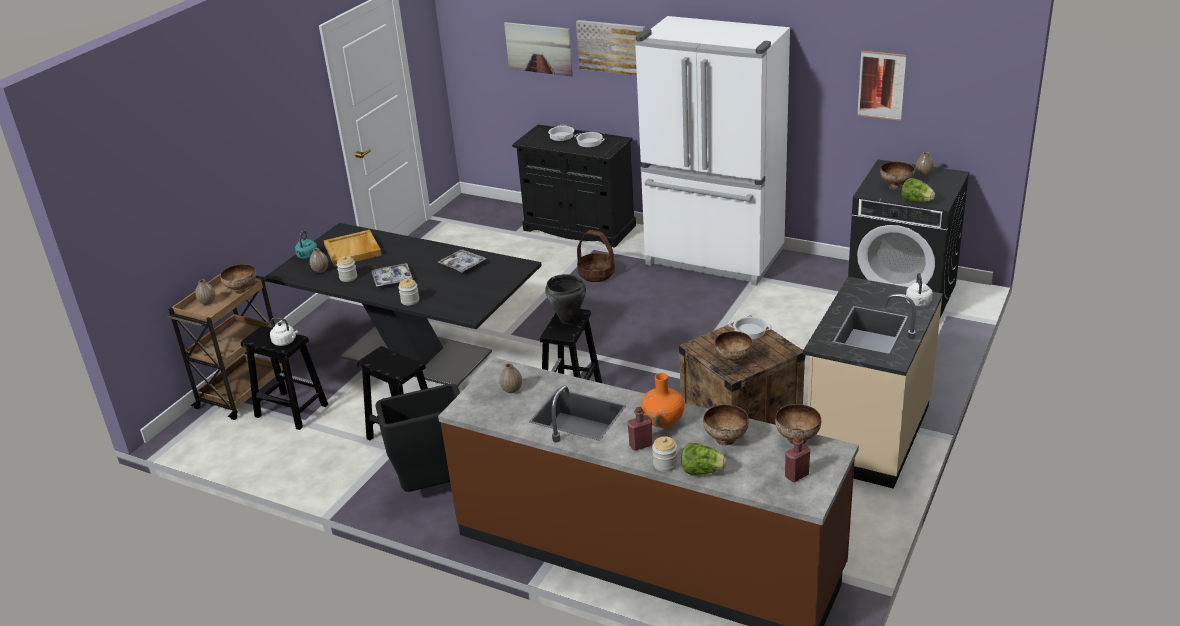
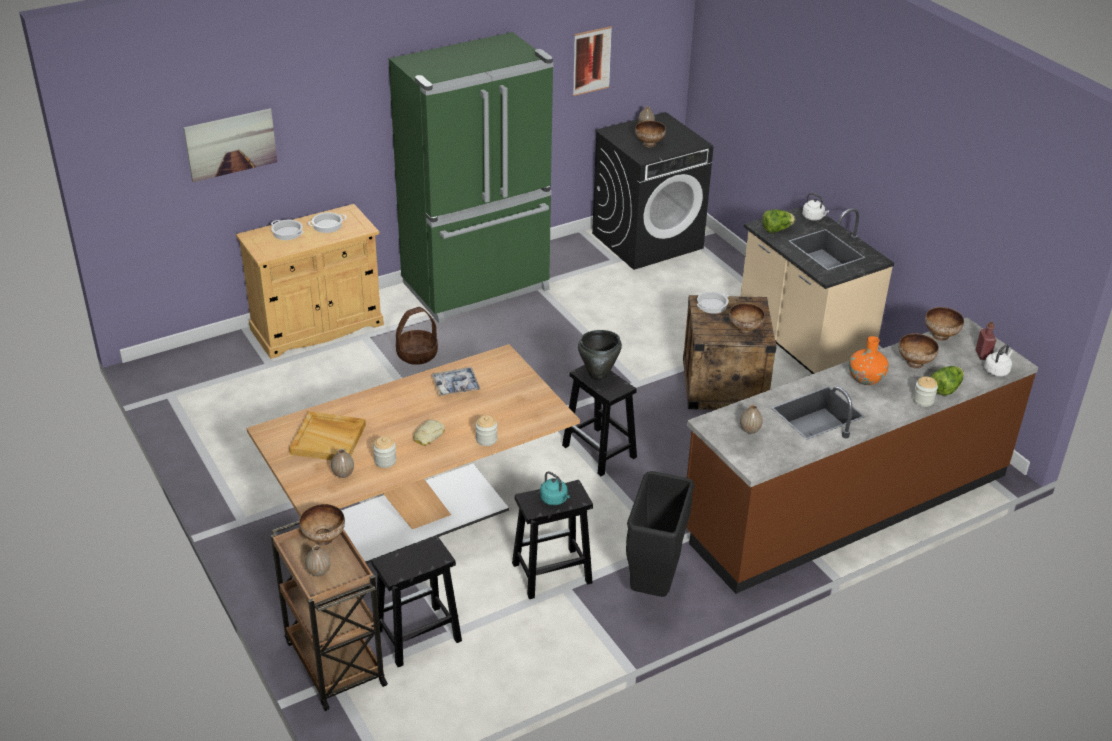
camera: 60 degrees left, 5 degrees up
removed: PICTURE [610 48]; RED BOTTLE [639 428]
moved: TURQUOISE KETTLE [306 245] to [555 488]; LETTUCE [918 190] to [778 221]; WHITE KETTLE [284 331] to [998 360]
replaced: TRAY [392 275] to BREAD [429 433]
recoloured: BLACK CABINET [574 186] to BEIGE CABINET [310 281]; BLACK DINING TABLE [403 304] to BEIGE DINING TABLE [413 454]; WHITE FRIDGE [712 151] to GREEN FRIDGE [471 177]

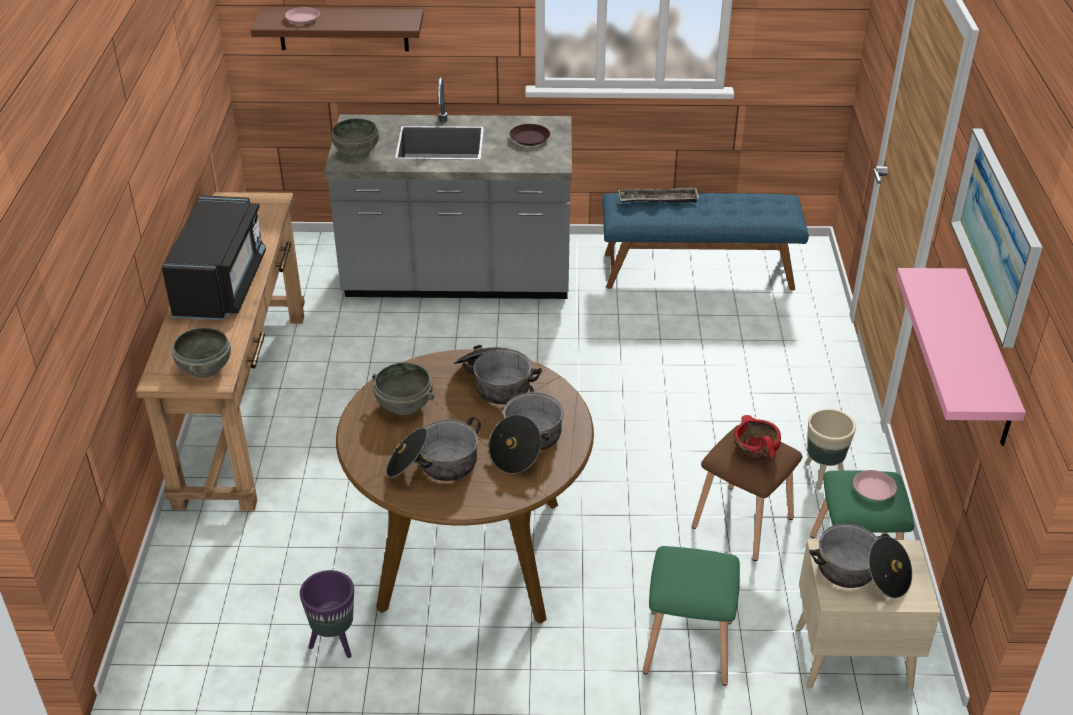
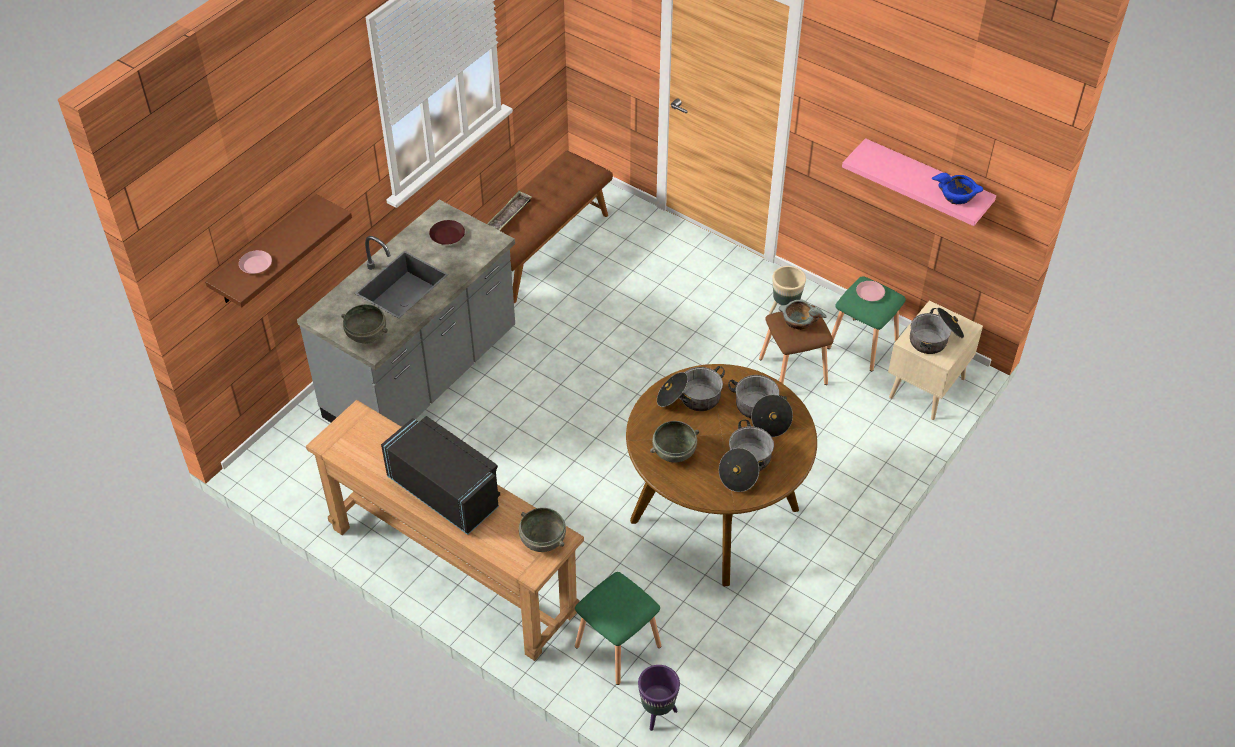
camera: 55 degrees left, 10 degrees up
removed: PICTURE [996 238]
added: BLUE BOWL [957 188]
moved: GREEN STOOL [691 616] to [618 628]; PURPLE PLANTER [327 614] to [659 698]
recoloured: BLUE BENCH [705 242] to BROWN BENCH [548 227]; RED BOWL [757 437] to GREY BOWL [802 315]

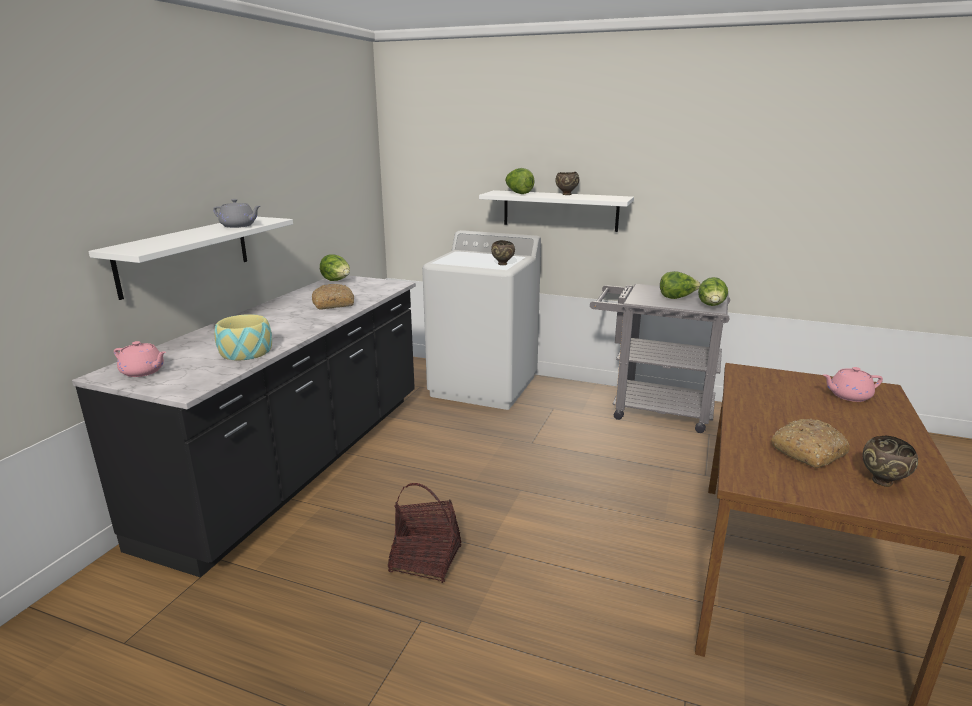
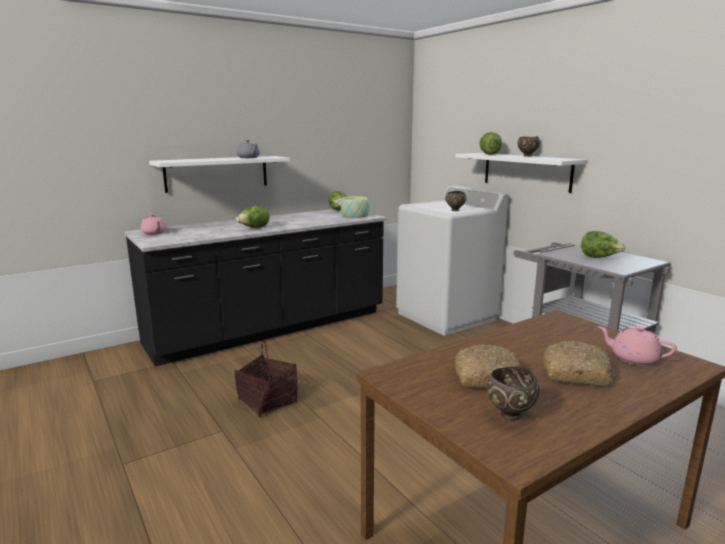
camera: 35 degrees right, 5 degrees down
moved: LETTUCE [713 291] to [253 216]; BOWL [243 337] to [355 207]; BREAD [333 296] to [578 364]

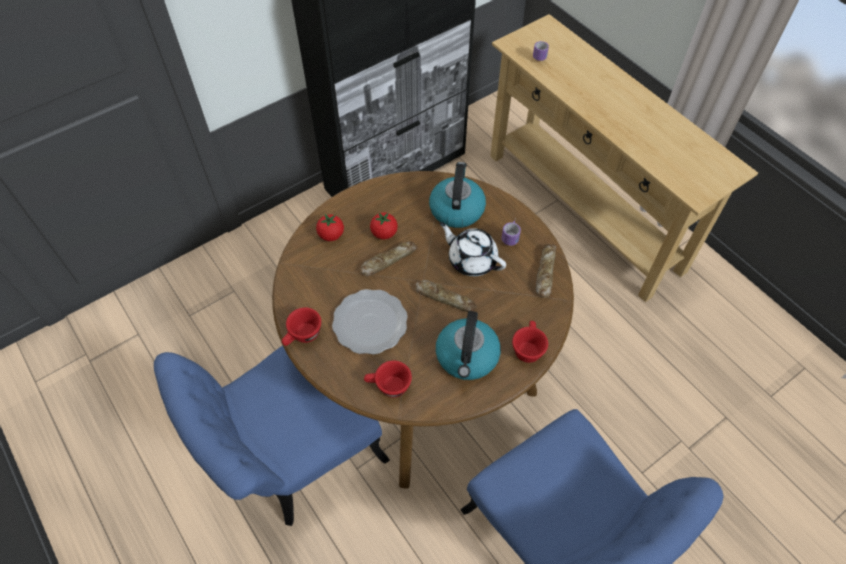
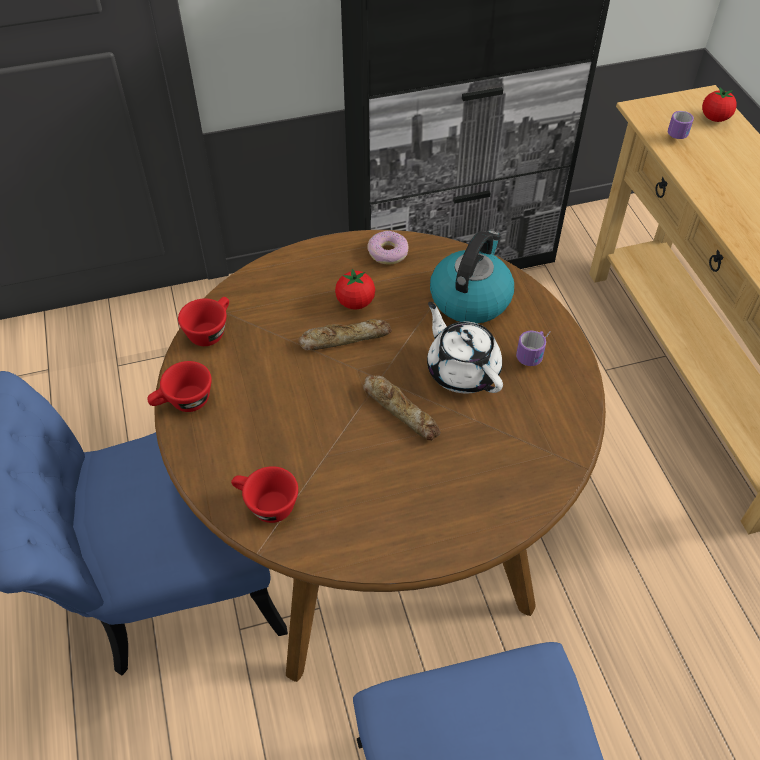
camera: 20 degrees right, 5 degrees down
removed: PLATE [370 322]; KETTLE [468 345]; BREAD [546 271]
added: DONUT [387 247]
moved: RED CUP [530 342] to [203 321]; TOMATO [330 227] to [719 104]

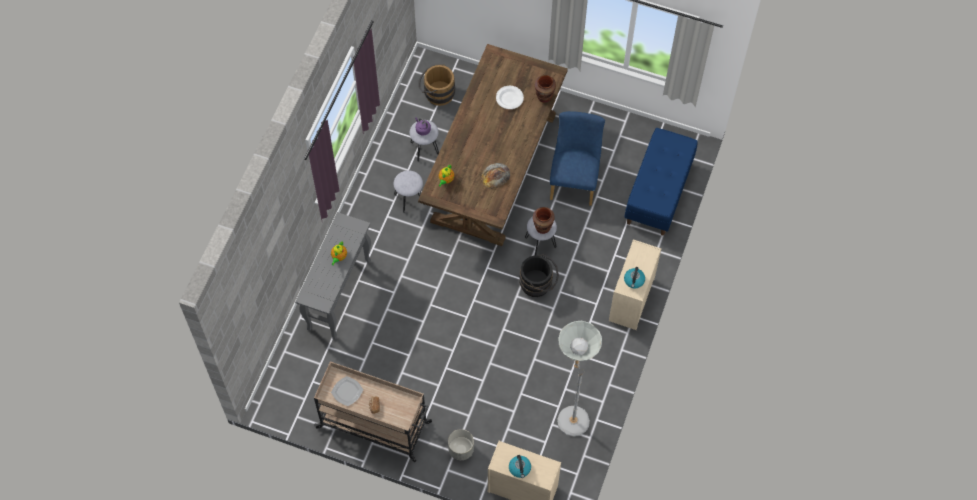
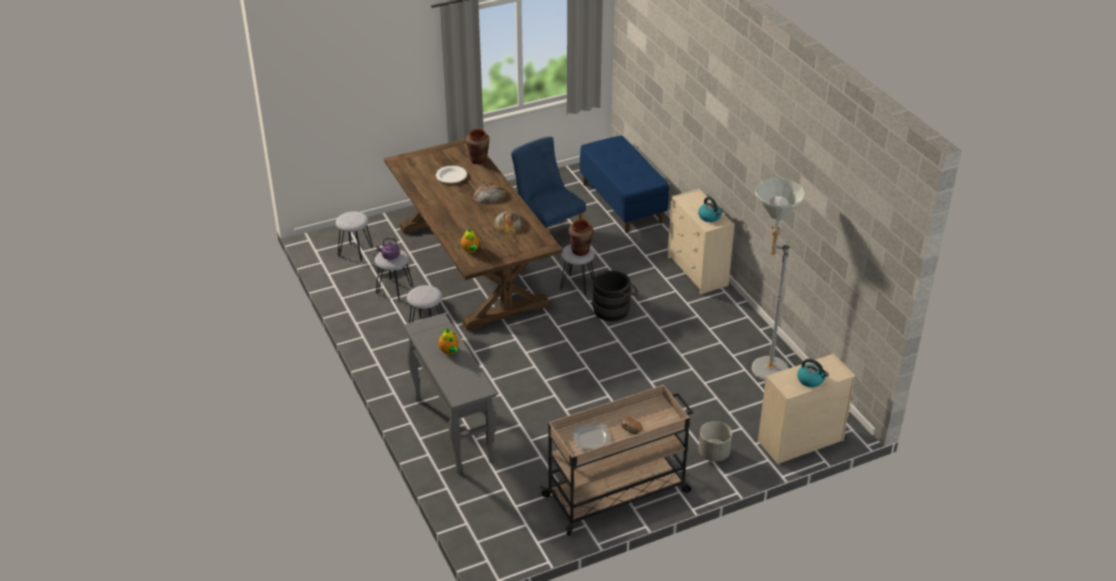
camera: 45 degrees left, 25 degrees down
added: BREAD [490 193]
replaced: BROWN BUCKET [436 85] to GREY STOOL [354 236]

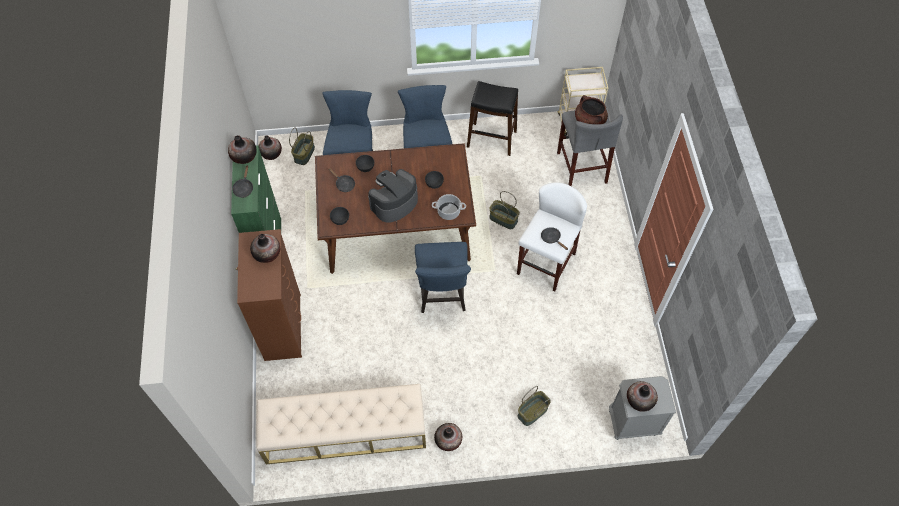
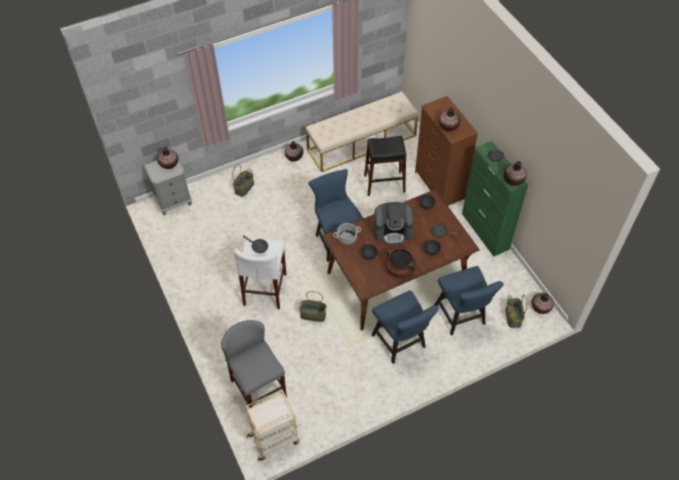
camera: 160 degrees right, 5 degrees down
moved: BLACK STOOL [492 118] to [385 166]; BROWN COOKING POT [591 109] to [400 263]
turned: COFFEE MACHINE [393 196] = [393 223] 60 degrees clockwise

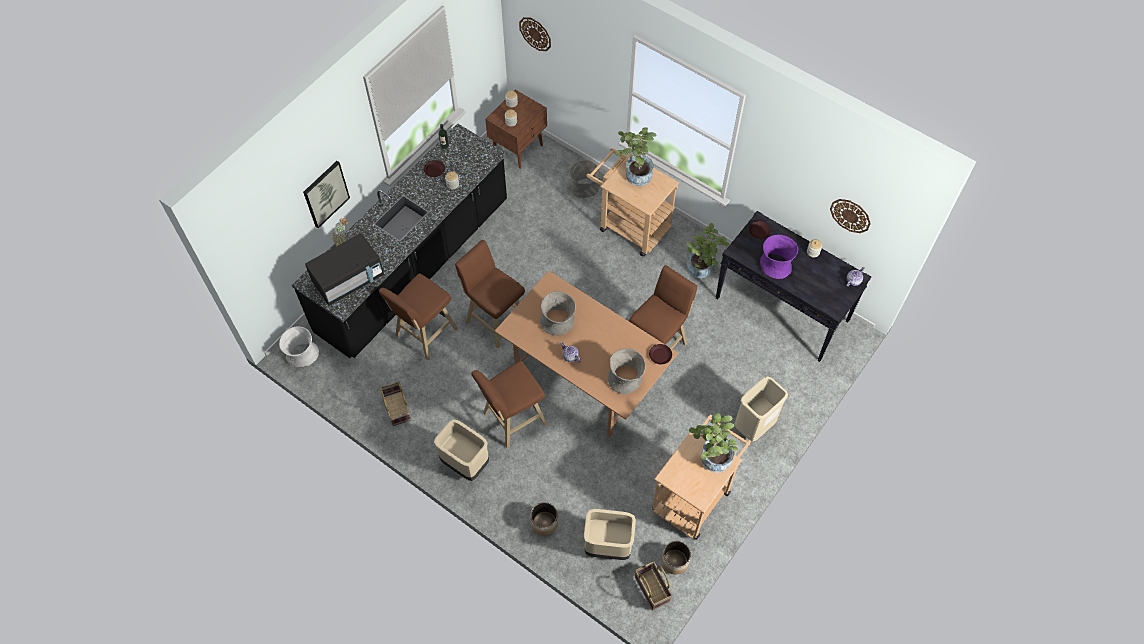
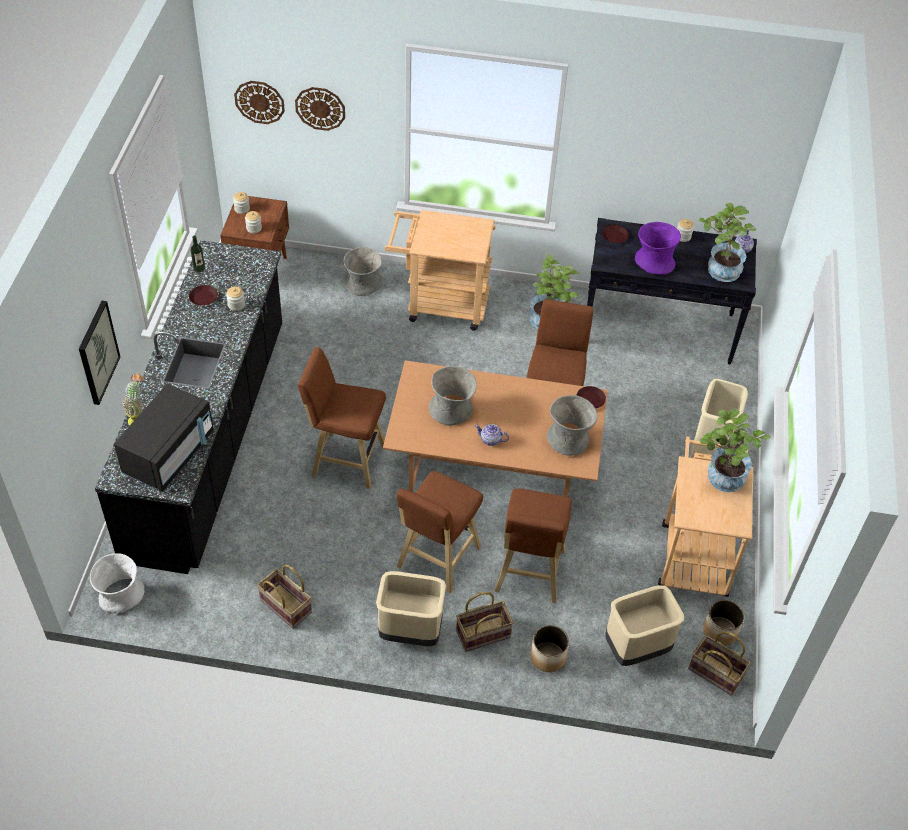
camera: 30 degrees left, 10 degrees down
added: BASKET [484 622]
moved: WALL CLOCK [850 216] to [320 109]; BROWN STOOL [418 316] to [533 545]; POTTED PLANT [636 156] to [727 242]

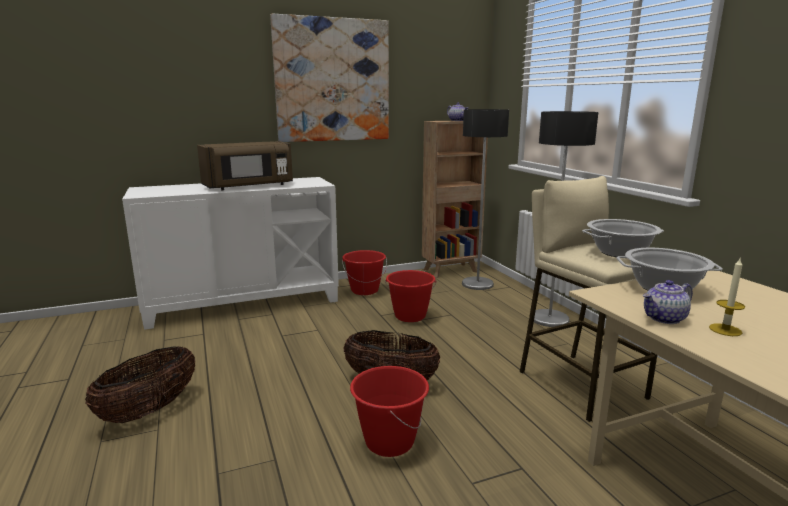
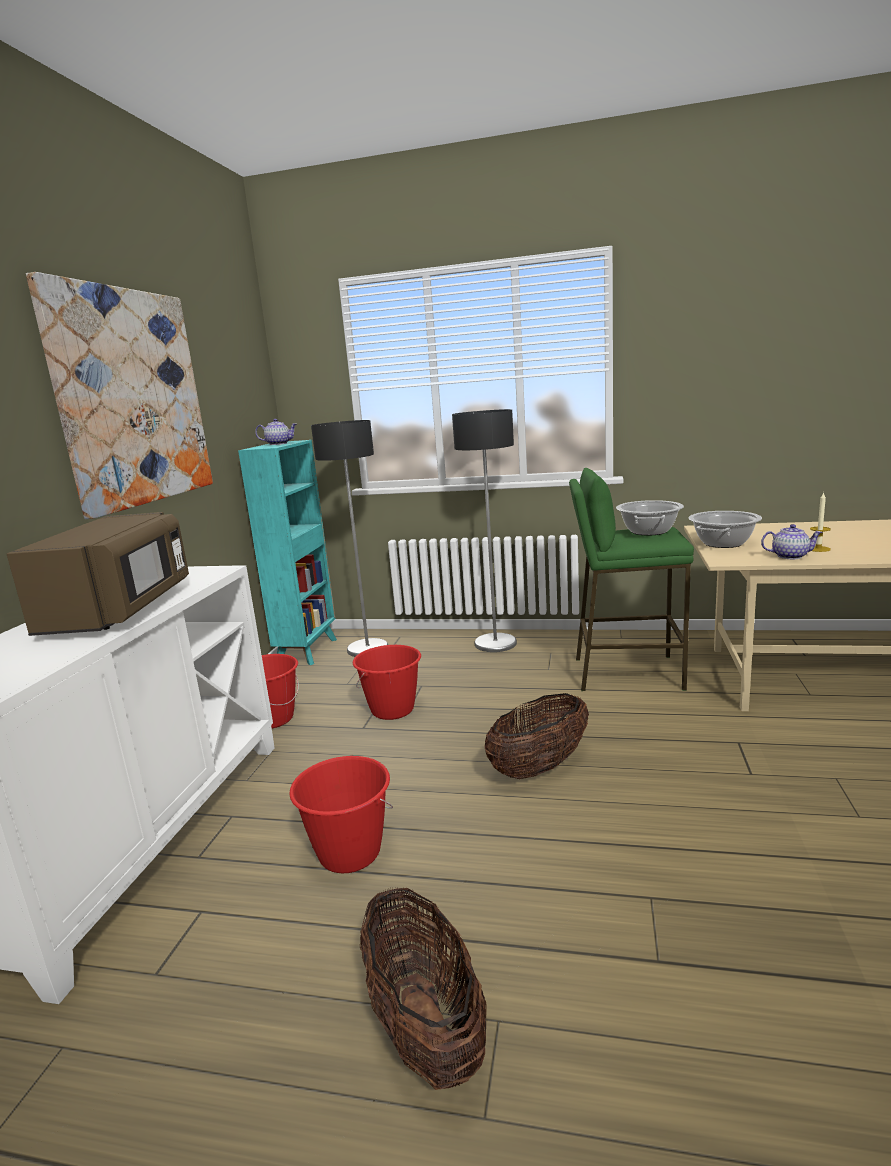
camera: 55 degrees left, 0 degrees up
moved: RED BUCKET [389 411] to [341 814]
recoloured: BROWN BOOKCASE [455 199] to TURQUOISE BOOKCASE [287 552]; BEIGE STOOL [588 299] to GREEN STOOL [631 579]
turned: TEAPOT [668 302] = [792 541] 90 degrees counterclockwise

